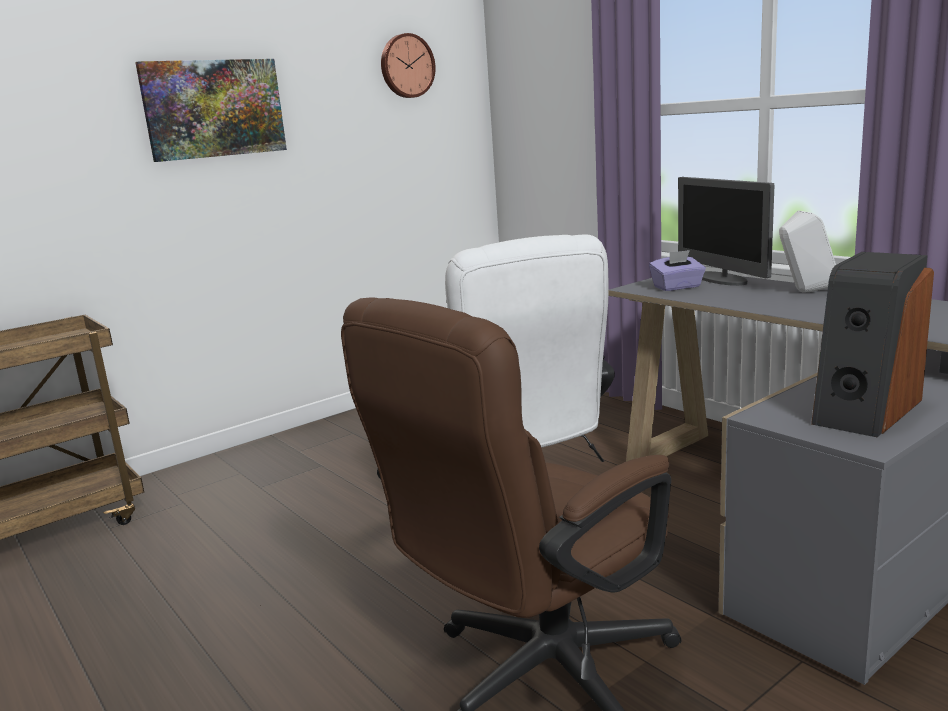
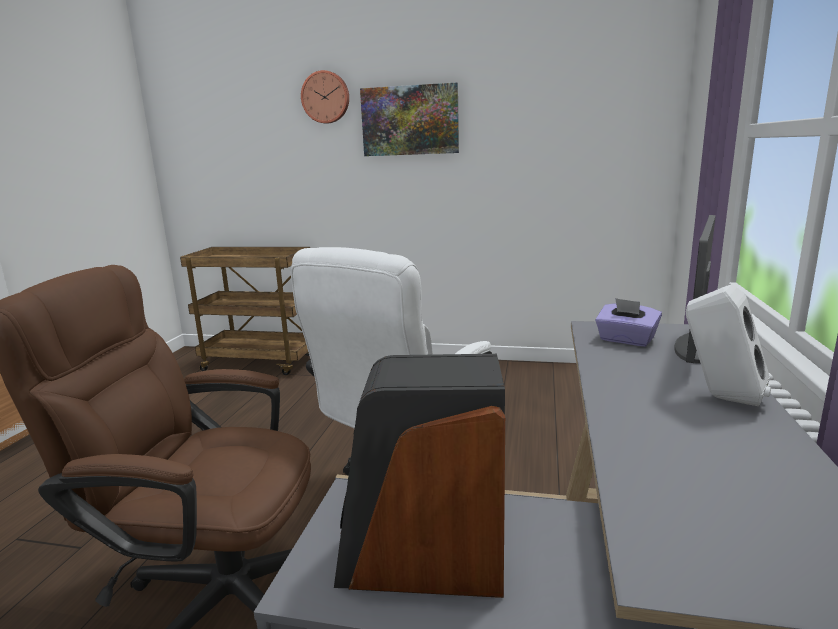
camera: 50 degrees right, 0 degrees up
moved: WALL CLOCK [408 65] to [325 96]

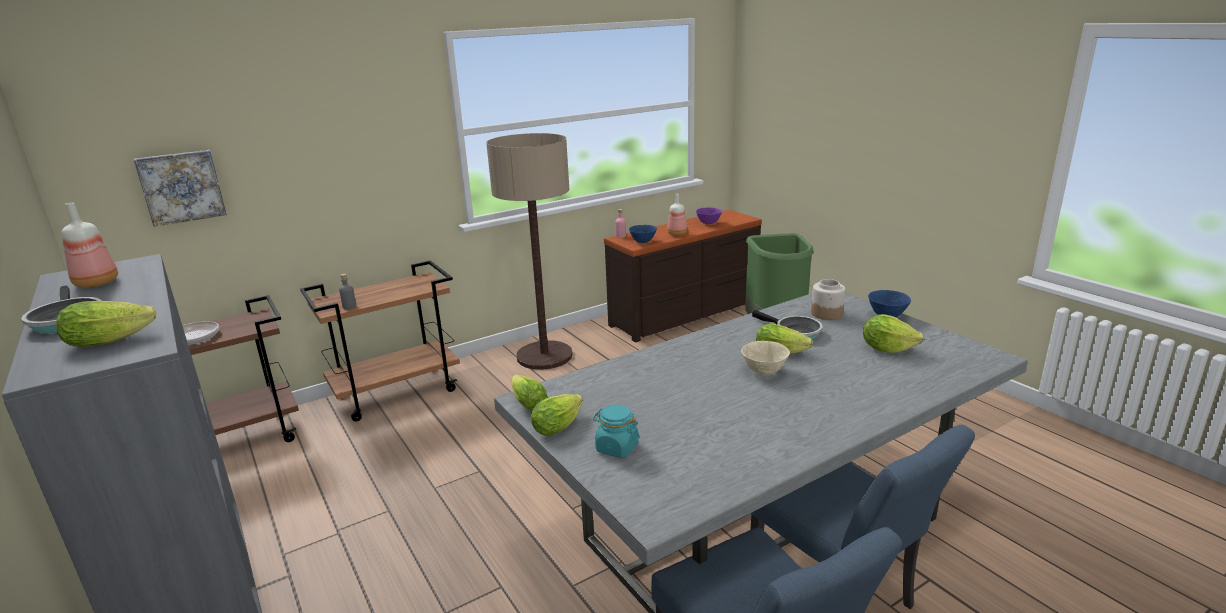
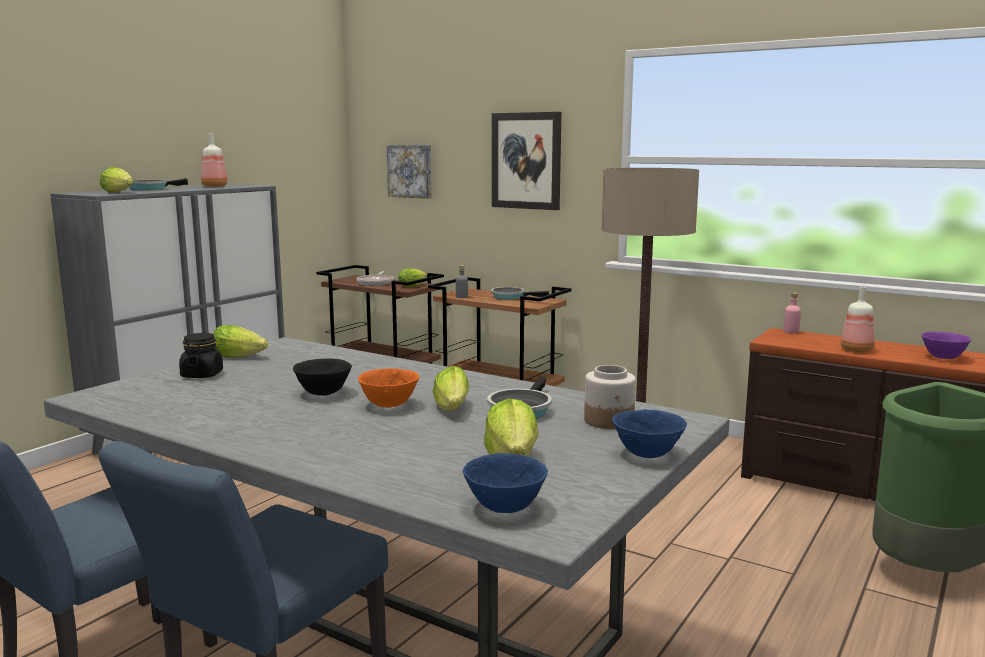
camera: 65 degrees right, 10 degrees down
added: BLACK BOWL [322 377]; FRYING PAN [520 293]; PICTURE [526 161]
moved: LETTUCE [530 392] to [412 278]; BLUE BOWL [643 234] to [505 483]
recoloured: TURQUOISE JAR [616 431] to BLACK JAR [201 355]; BEIGE BOWL [765 358] to ORANGE BOWL [388 388]

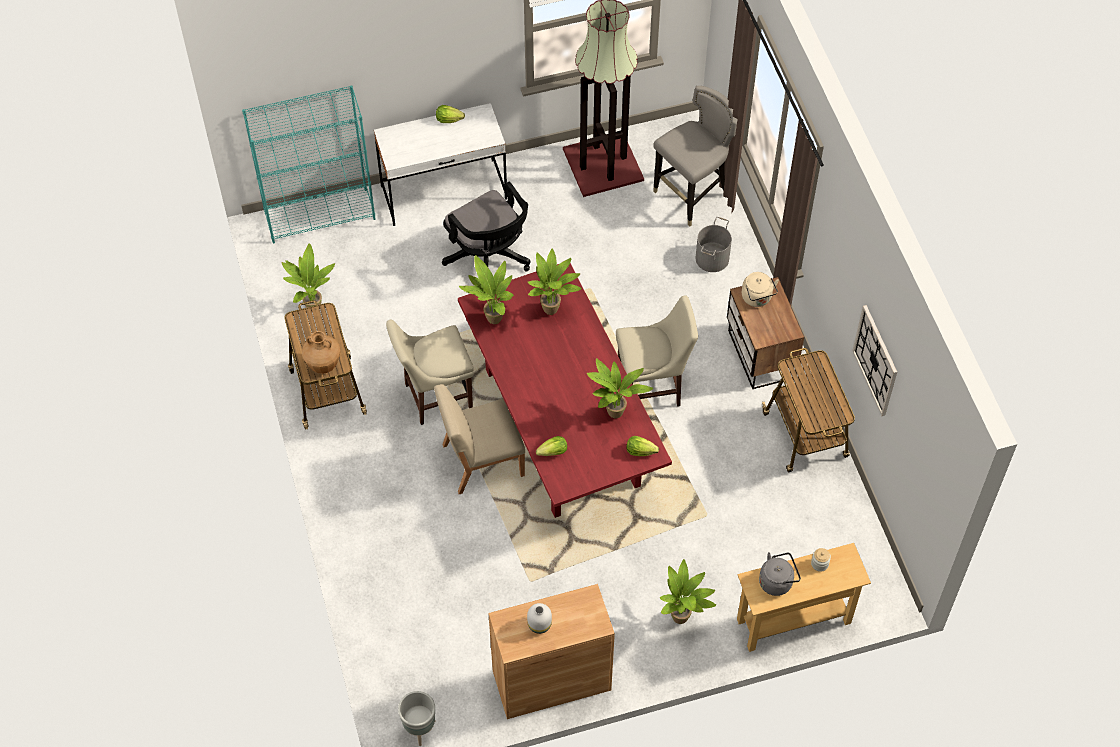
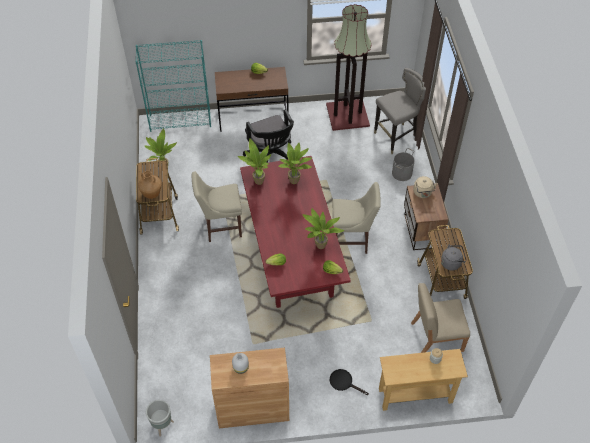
camera: 10 degrees right, 5 degrees down
removed: WALL CLOCK [874 360]
moved: BEIGE CHAIR [479 439] to [440 318]; GREY KETTLE [780 574] to [454 257]
replaced: POTTED PLANT [688 591] to BLACK FRYING PAN [349 382]
recoloured: WHITE DESK [440 164] to BROWN DESK [252 99]

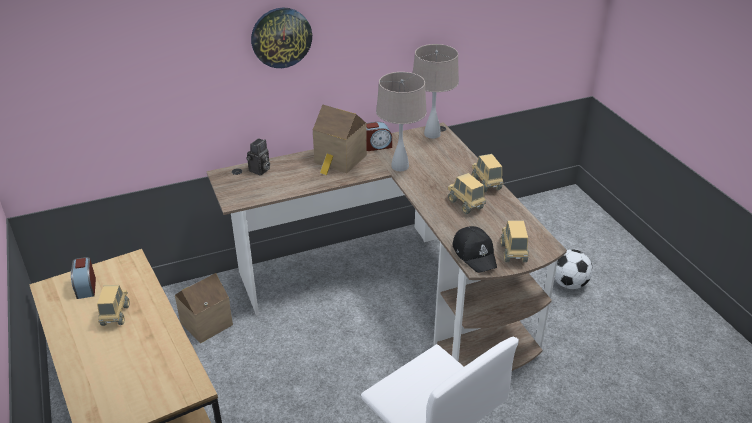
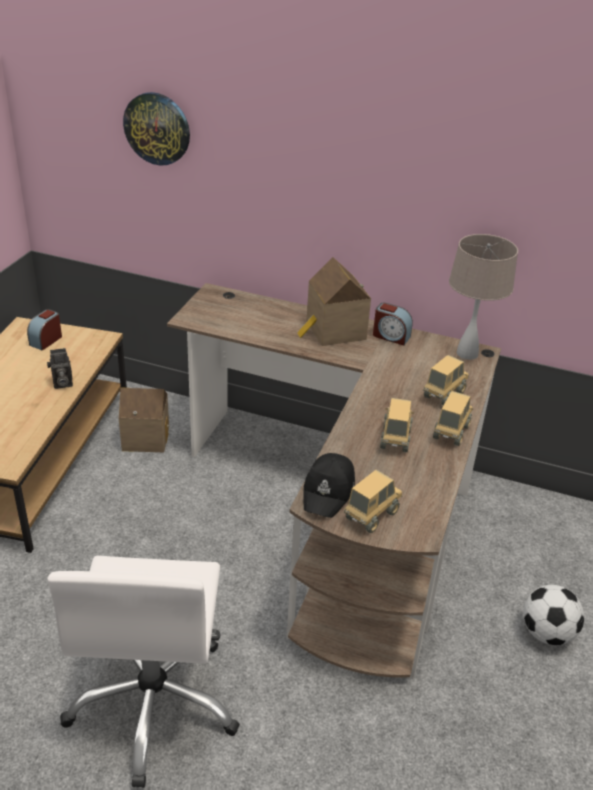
camera: 40 degrees right, 0 degrees up
removed: BEIGE TABLE LAMP [401 121]
moved: PHOTO CAMERA [258 156] to [60 368]; WALL CLOCK [281 38] to [156 129]; TOY TRUCK [113 305] to [446 380]

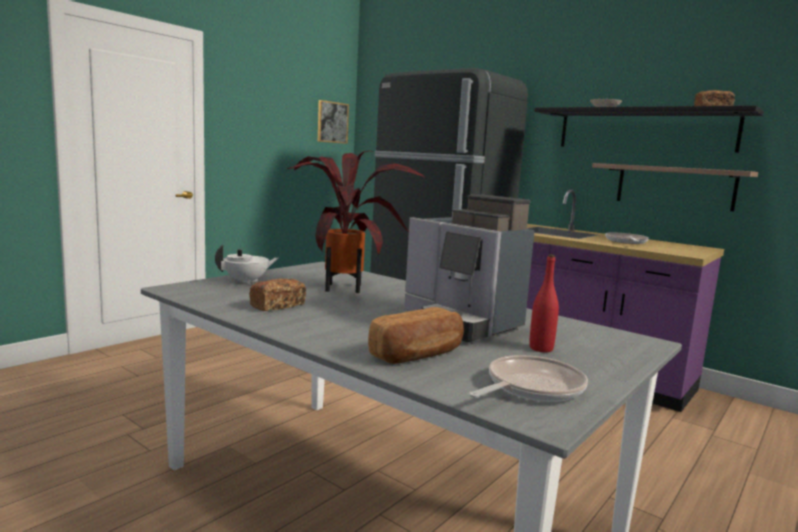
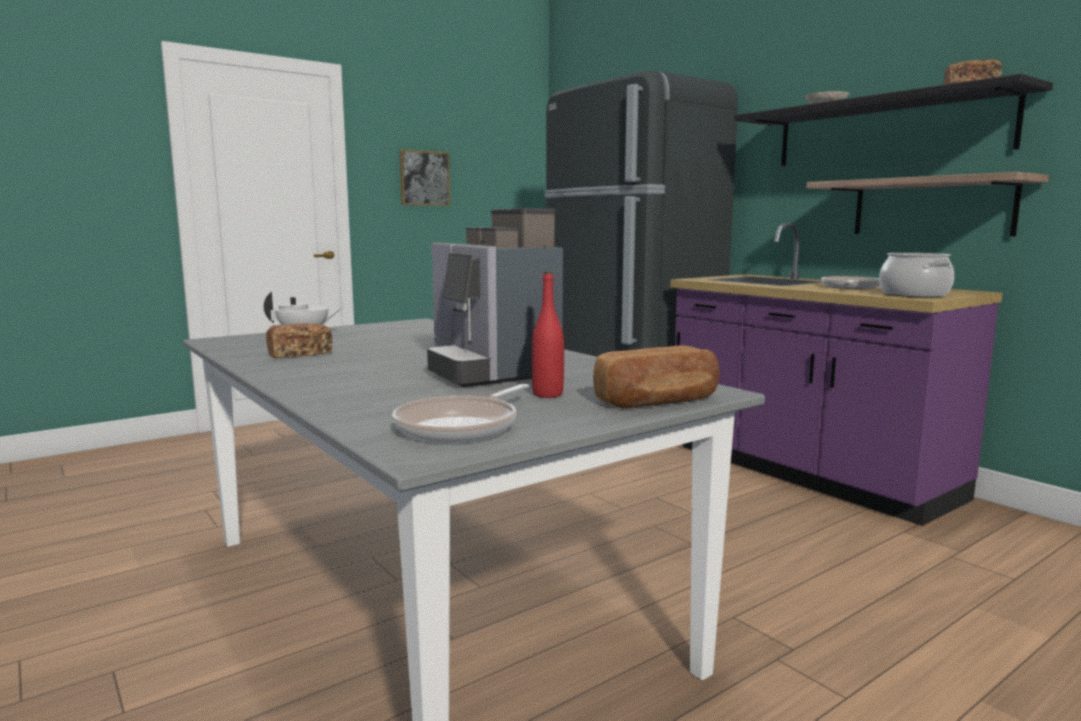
camera: 15 degrees right, 0 degrees up
removed: POTTED PLANT [356 221]
added: COOKING POT [916 275]
moved: PICTURE [333 122] to [425 177]; BREAD [416 335] to [656 377]
turned: FRYING PAN [528 378] = [460 413] 150 degrees clockwise

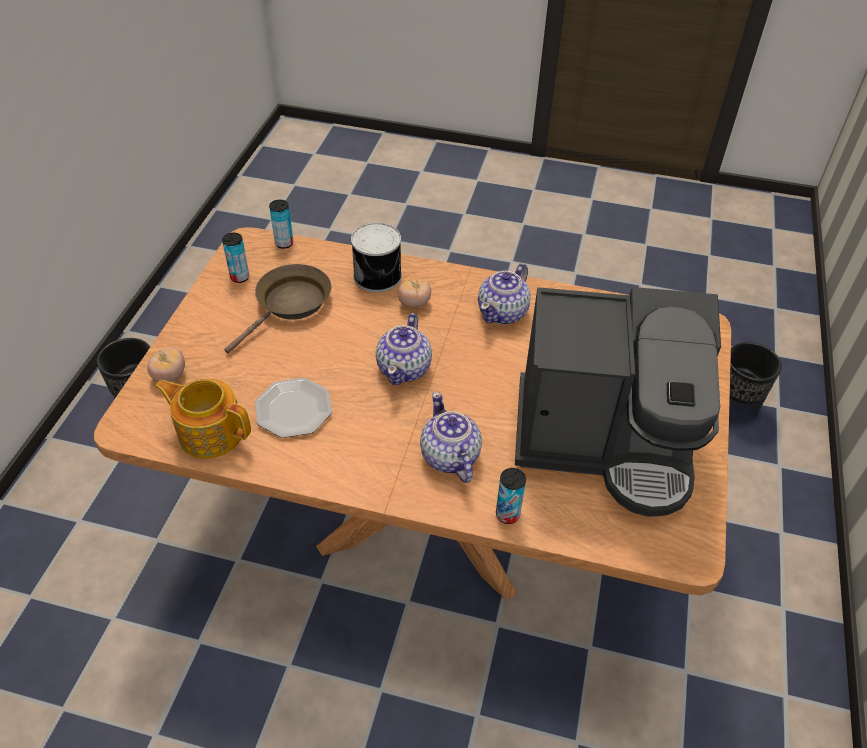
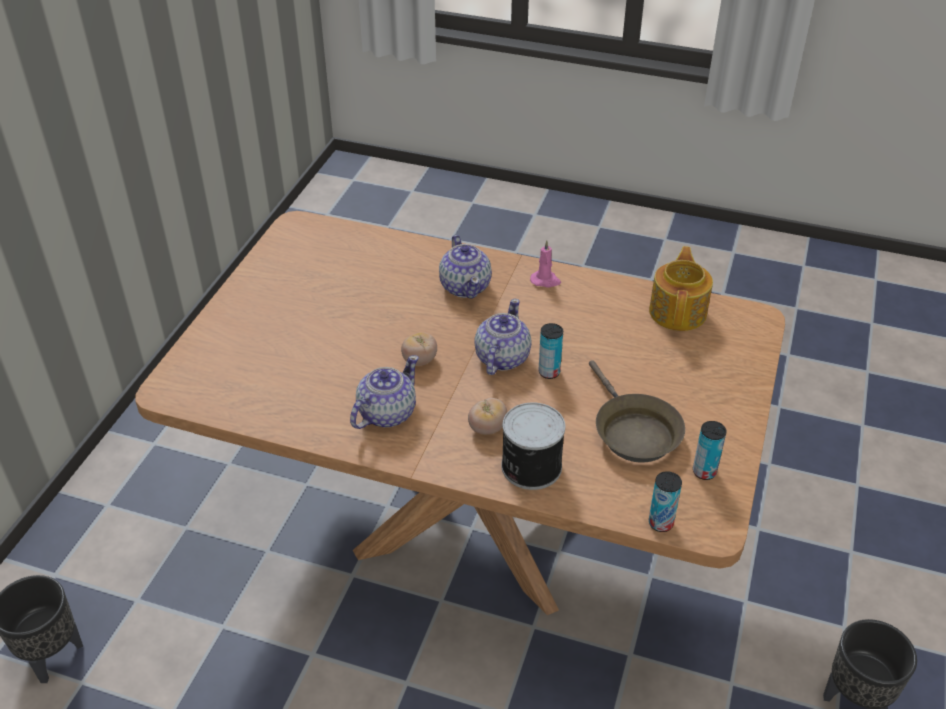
camera: 175 degrees left, 5 degrees down
removed: PLATE [293 408]; COFFEE MACHINE [618 402]
added: PINK CANDLE [545 264]
moved: TOMATO [166 364] to [419 349]; CAN [511 496] to [550 351]
turned: BROWN FRYING PAN [277 309] = [637 411] 60 degrees counterclockwise; TEAPOT [202 419] = [681 288] 105 degrees counterclockwise

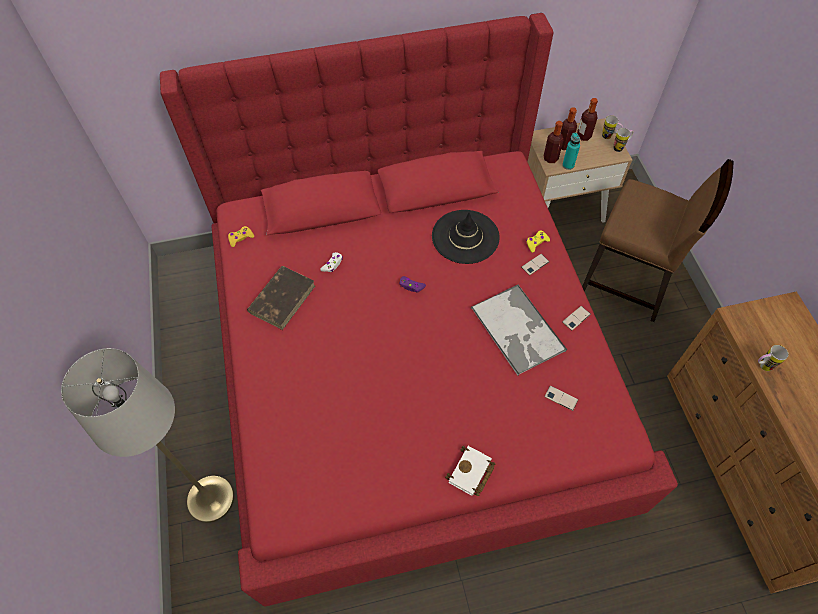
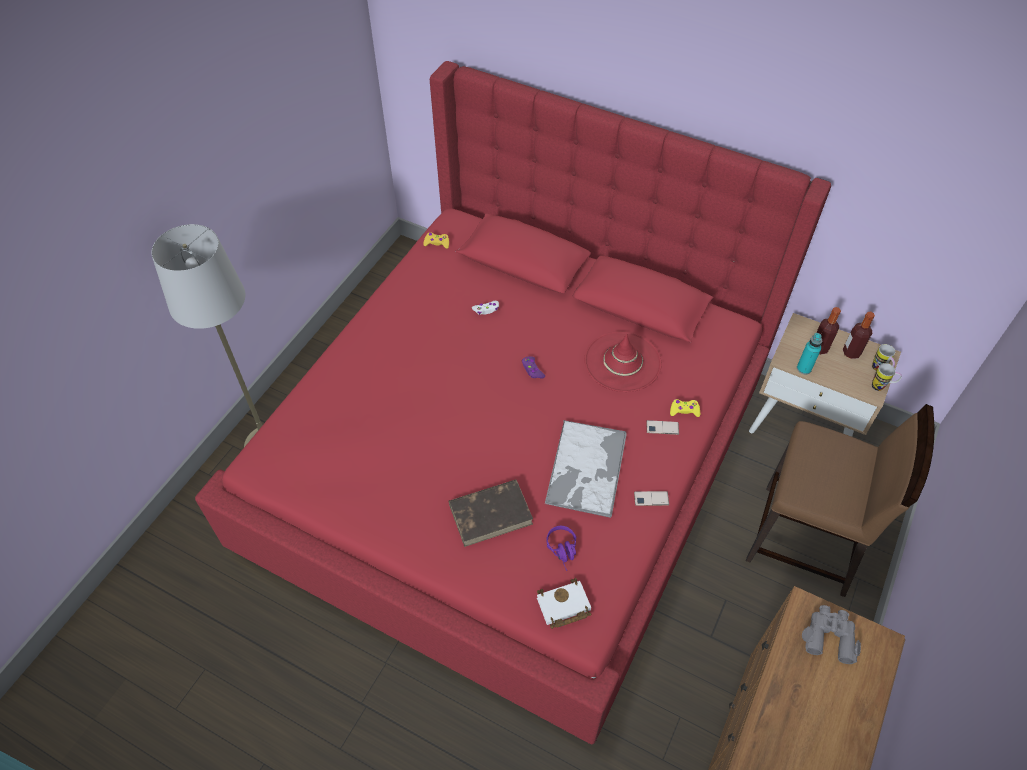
camera: 40 degrees right, 5 degrees down
removed: BOTTLE [553 142]; MUG [773 358]
added: GREY BINOCULARS [831 634]
moved: BROWN BOOK [281 298] to [491 513]; WHITE BOOK [470 471] to [564 603]
replaced: PHONE [561 398] to PURPLE HEADPHONES [561 548]
recoloured: BLACK HAT [466 237] to RED HAT [623 361]
turned: BROWN CHAIR [658 240] = [840 500] 45 degrees counterclockwise

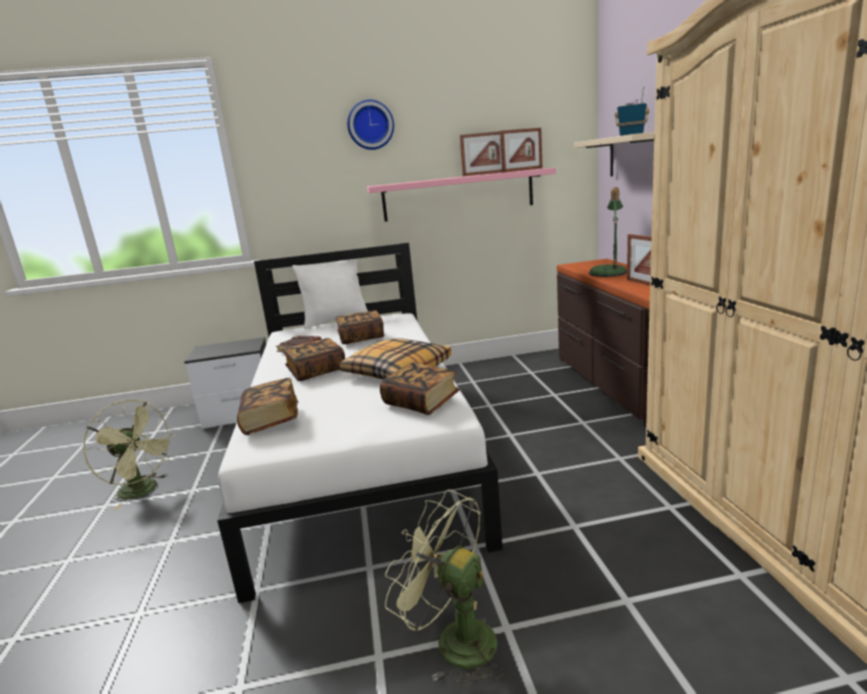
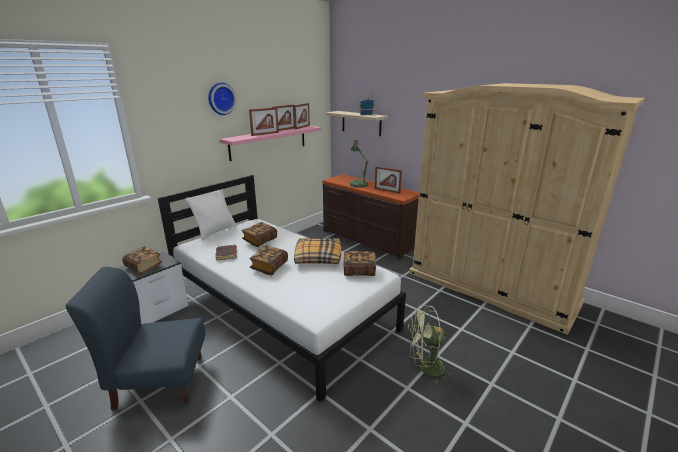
camera: 40 degrees left, 5 degrees up
added: PICTURE FRAME [264 121]
moved: BOOK [267 406] to [142 260]
replaced: GREEN FAN [129 455] to BLUE CHAIR [135 338]

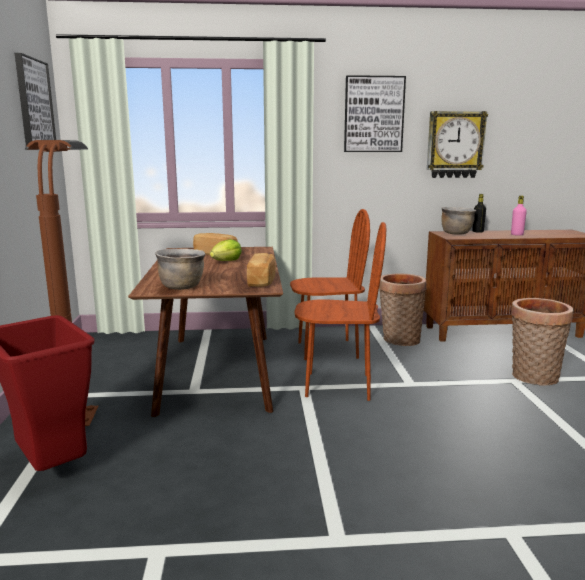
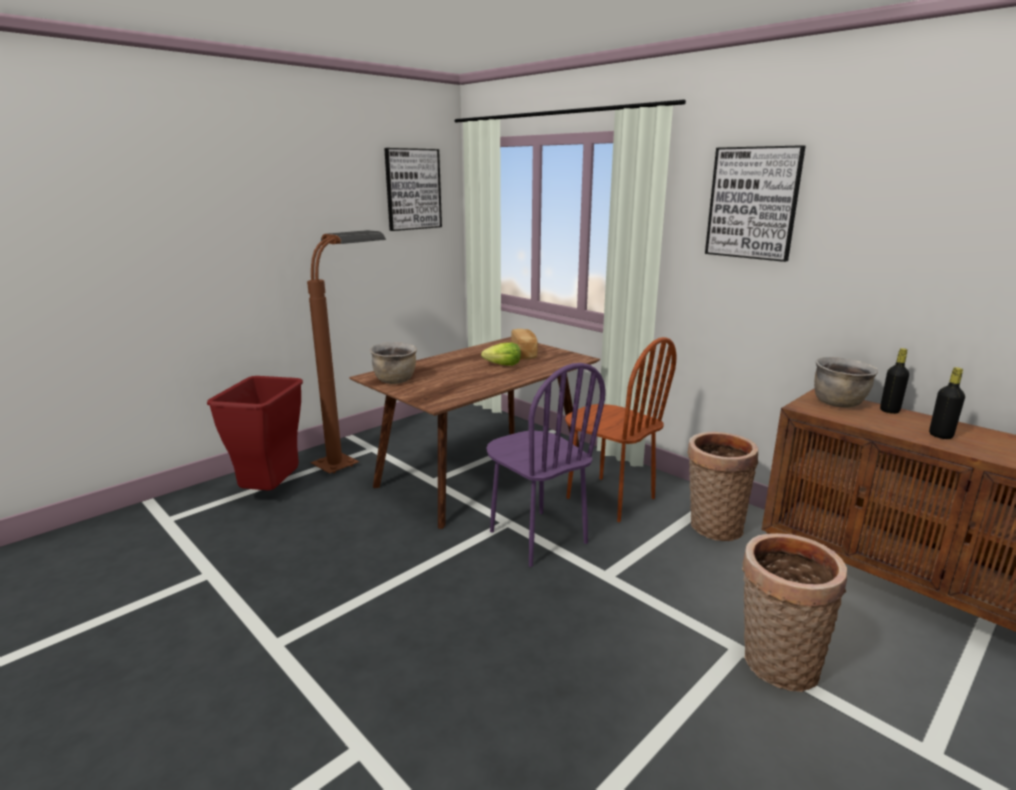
camera: 50 degrees right, 5 degrees up
removed: BREAD [261 270]; WALL CLOCK [457 144]
recoloured: BROWN CHAIR [340 311] to PURPLE CHAIR [546 465]; PINK BOTTLE [519 215] to BLACK BOTTLE [947 403]

